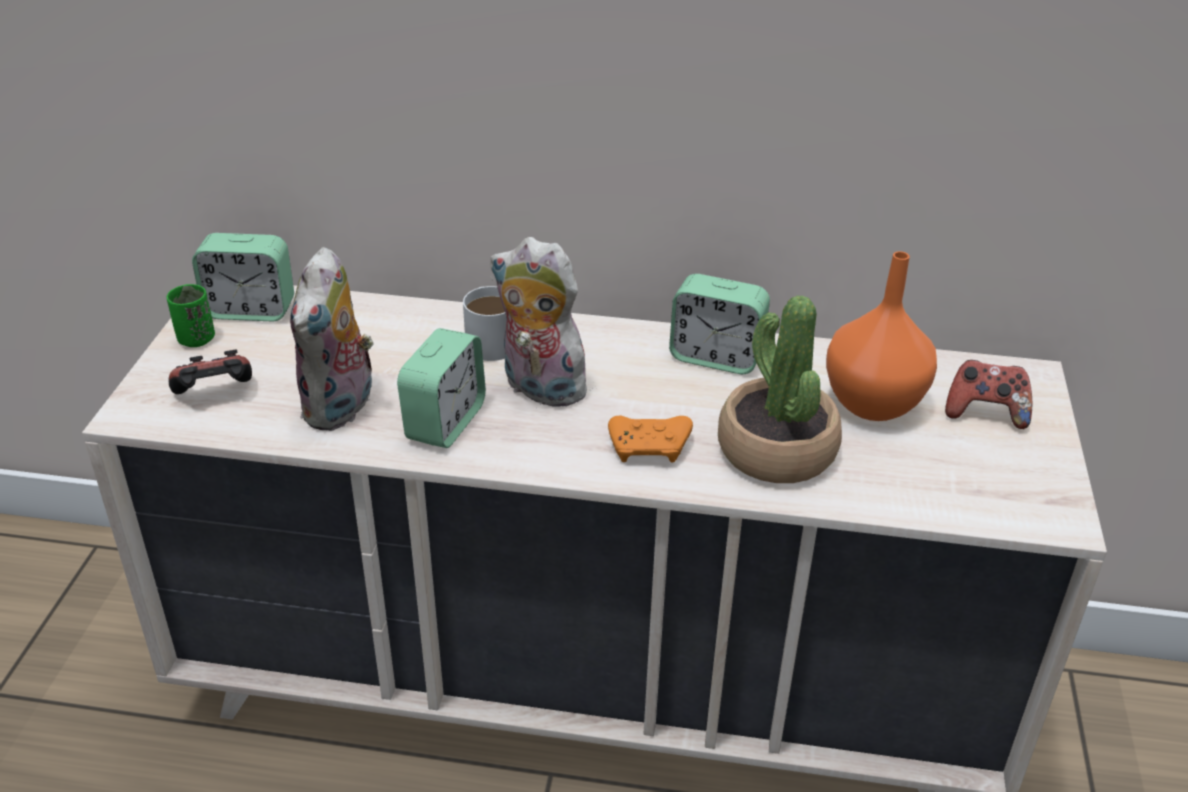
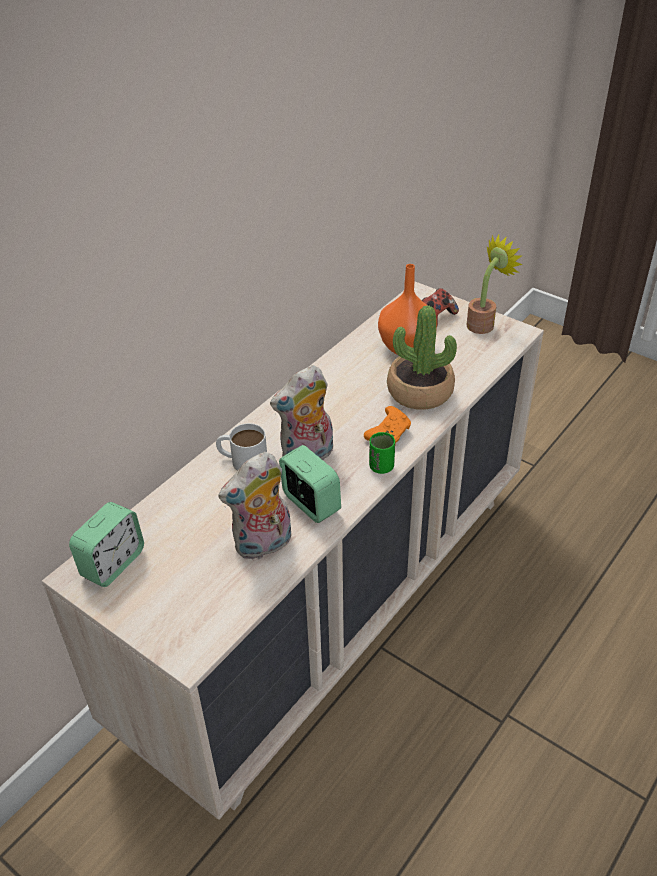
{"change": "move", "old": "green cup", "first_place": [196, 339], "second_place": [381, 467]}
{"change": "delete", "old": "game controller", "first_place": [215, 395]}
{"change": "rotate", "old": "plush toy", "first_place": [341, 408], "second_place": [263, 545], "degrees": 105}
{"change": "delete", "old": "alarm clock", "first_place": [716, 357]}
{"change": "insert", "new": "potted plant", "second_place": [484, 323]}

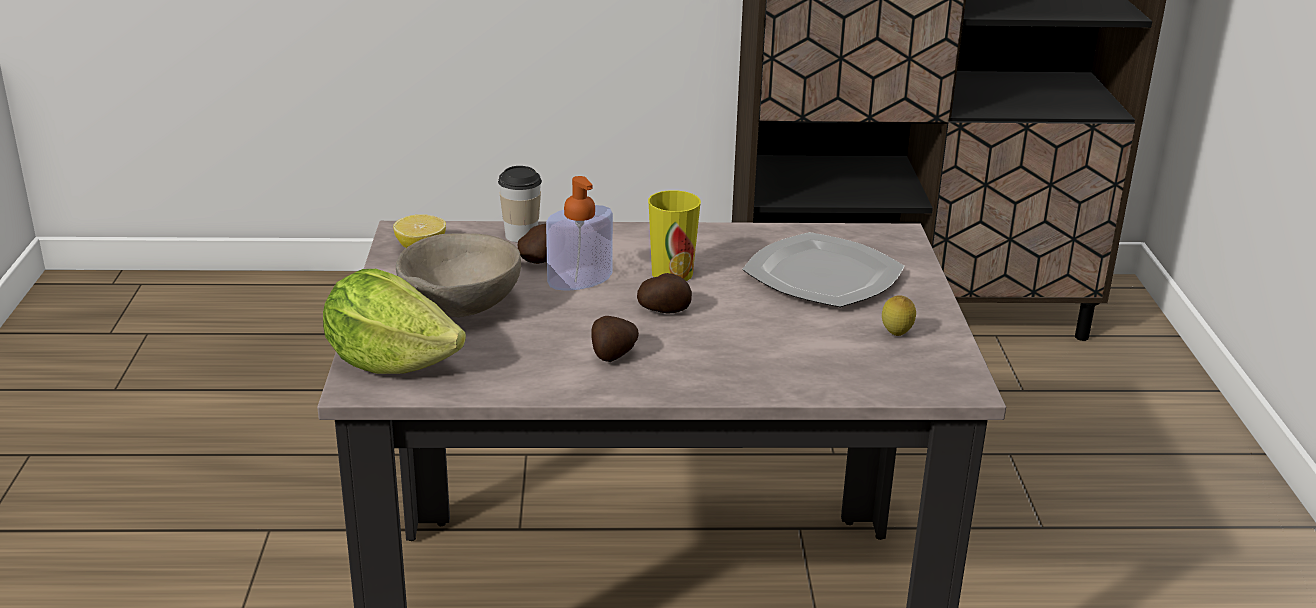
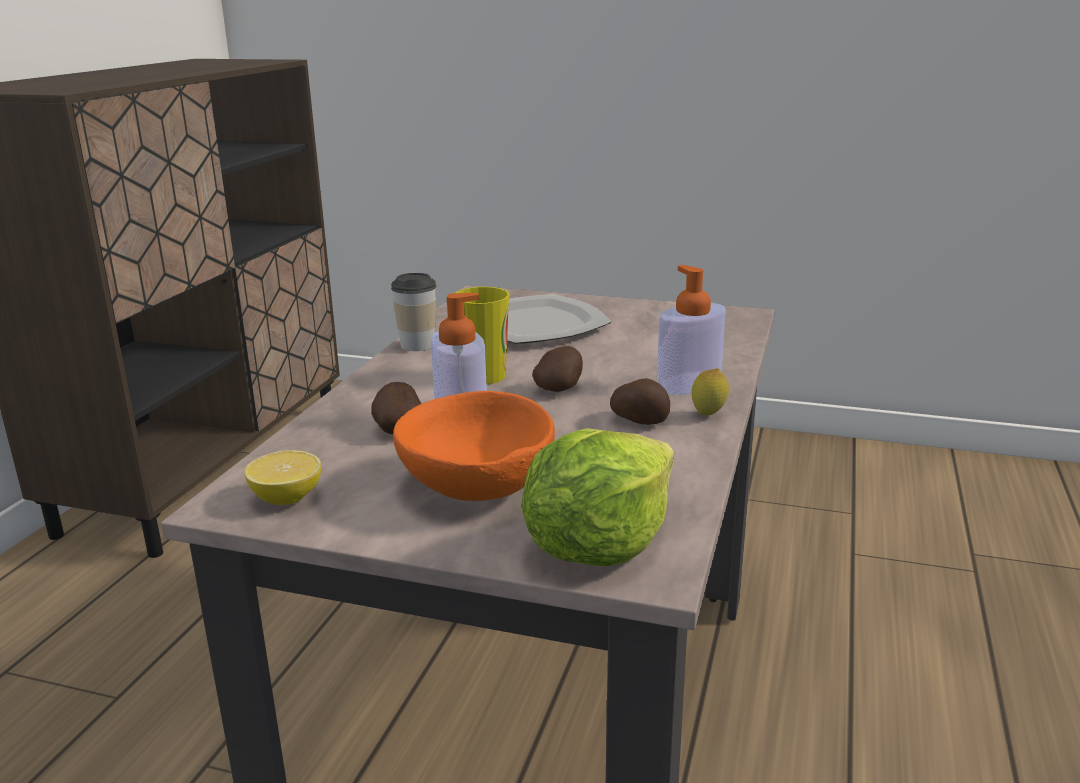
{"change": "recolor", "old": "beige bowl", "new": "orange bowl", "first_place": [461, 305], "second_place": [475, 487]}
{"change": "move", "old": "cup", "first_place": [521, 235], "second_place": [417, 345]}
{"change": "move", "old": "lemon", "first_place": [896, 335], "second_place": [708, 415]}
{"change": "insert", "new": "soap dispenser", "second_place": [689, 384]}

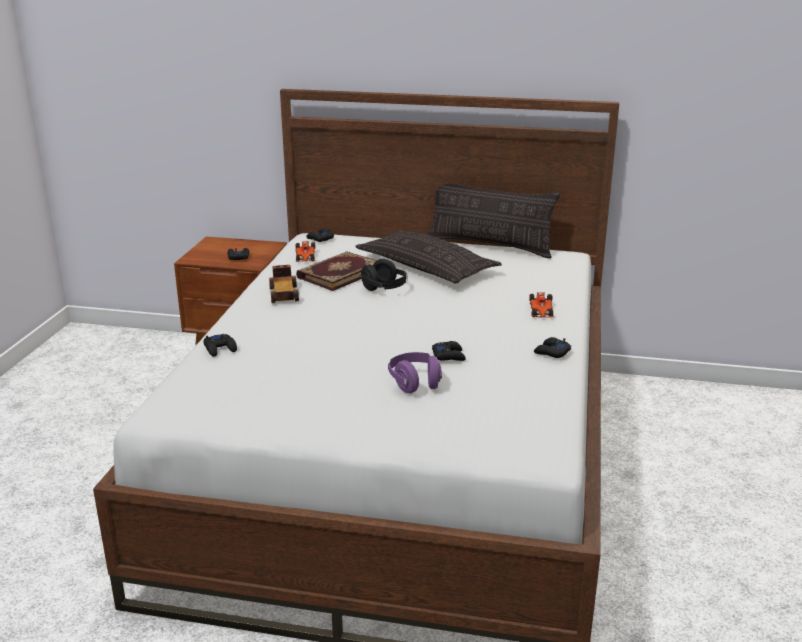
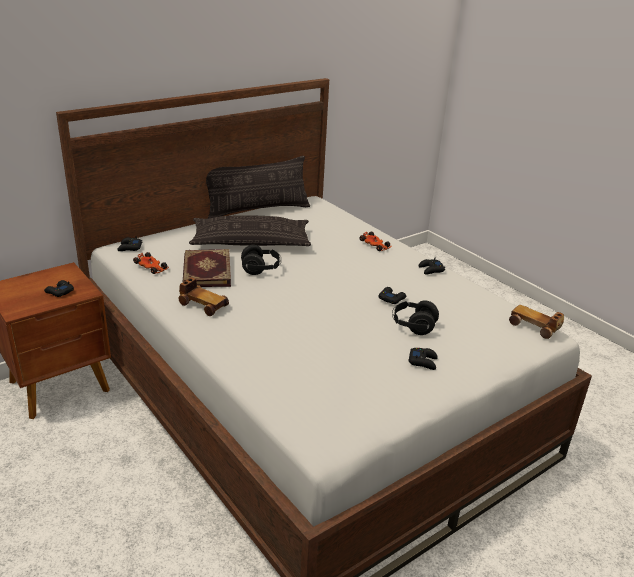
{"change": "move", "old": "black game controller", "first_place": [220, 349], "second_place": [423, 361]}
{"change": "recolor", "old": "purple headphones", "new": "black headphones", "first_place": [415, 383], "second_place": [413, 326]}
{"change": "insert", "new": "toy car", "second_place": [535, 327]}

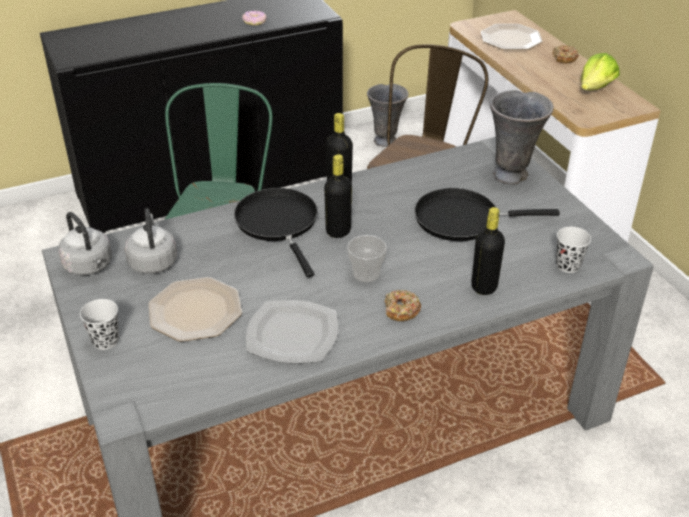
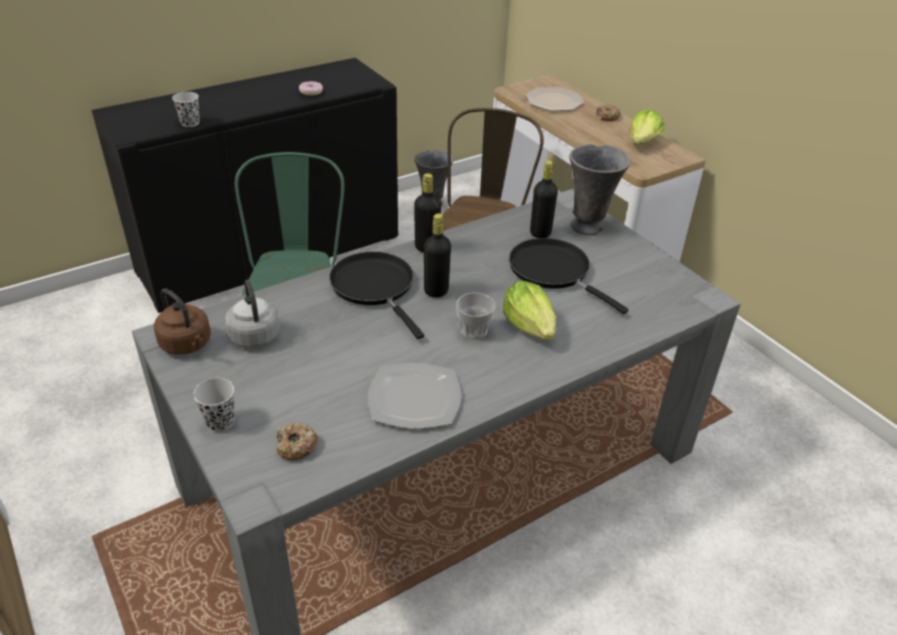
{"change": "recolor", "old": "grey kettle", "new": "brown kettle", "first_place": [89, 266], "second_place": [187, 344]}
{"change": "delete", "old": "plate", "first_place": [195, 311]}
{"change": "move", "old": "donut", "first_place": [401, 310], "second_place": [296, 446]}
{"change": "rotate", "old": "black frying pan", "first_place": [462, 219], "second_place": [553, 271], "degrees": 60}
{"change": "move", "old": "black bottle", "first_place": [484, 287], "second_place": [540, 233]}
{"change": "move", "old": "black cup", "first_place": [568, 265], "second_place": [190, 123]}
{"change": "insert", "new": "lettuce", "second_place": [530, 326]}

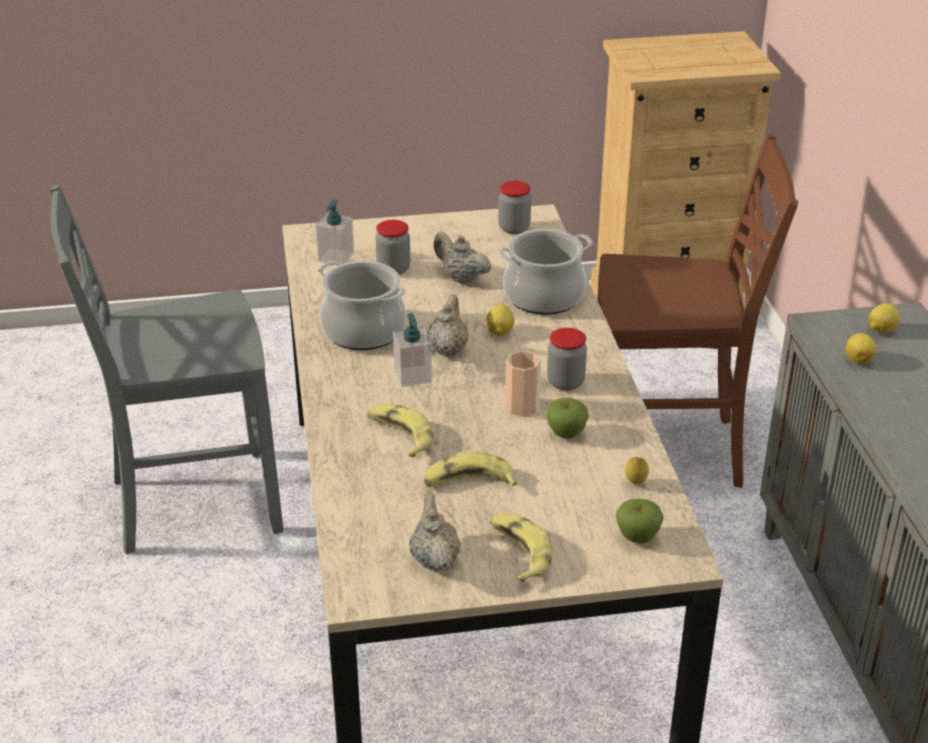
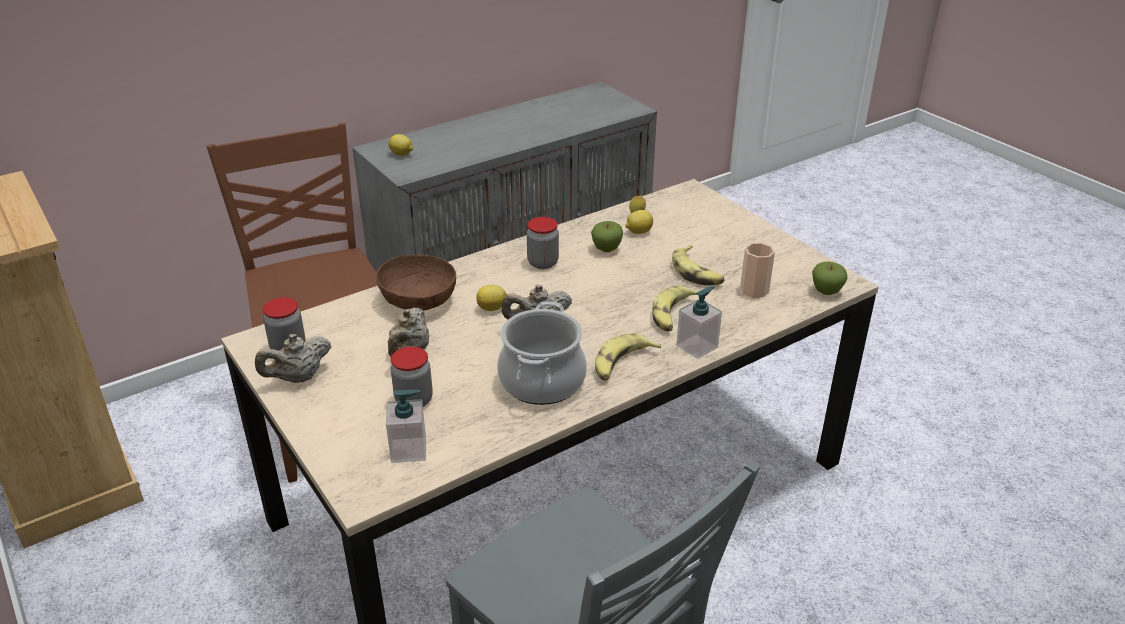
{"change": "move", "old": "soap dispenser", "first_place": [413, 376], "second_place": [697, 346]}
{"change": "move", "old": "beige teapot", "first_place": [434, 559], "second_place": [298, 378]}
{"change": "move", "old": "banana", "first_place": [519, 553], "second_place": [622, 364]}
{"change": "replace", "old": "cooking pot", "new": "brown bowl", "first_place": [543, 297], "second_place": [419, 300]}
{"change": "move", "old": "cup", "first_place": [522, 406], "second_place": [754, 290]}
{"change": "move", "old": "apple", "first_place": [637, 537], "second_place": [826, 291]}
{"change": "move", "old": "lemon", "first_place": [858, 360], "second_place": [638, 232]}

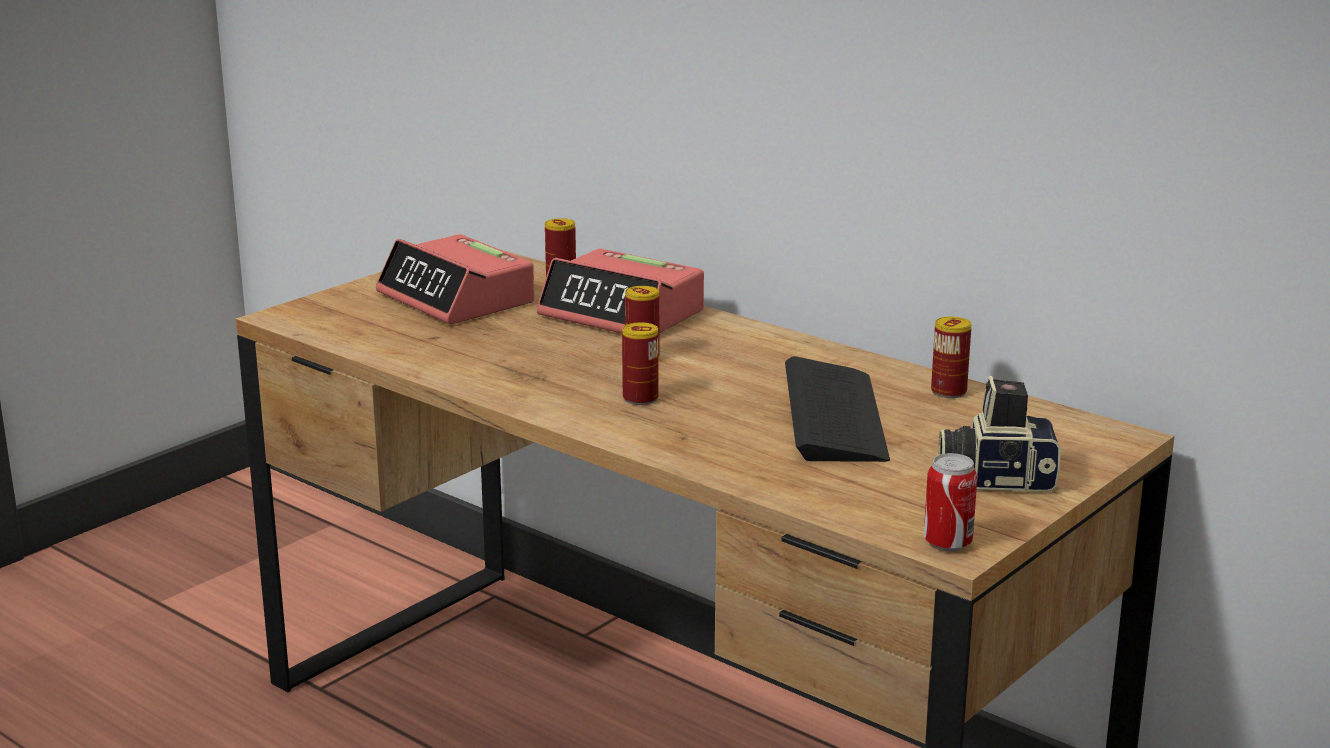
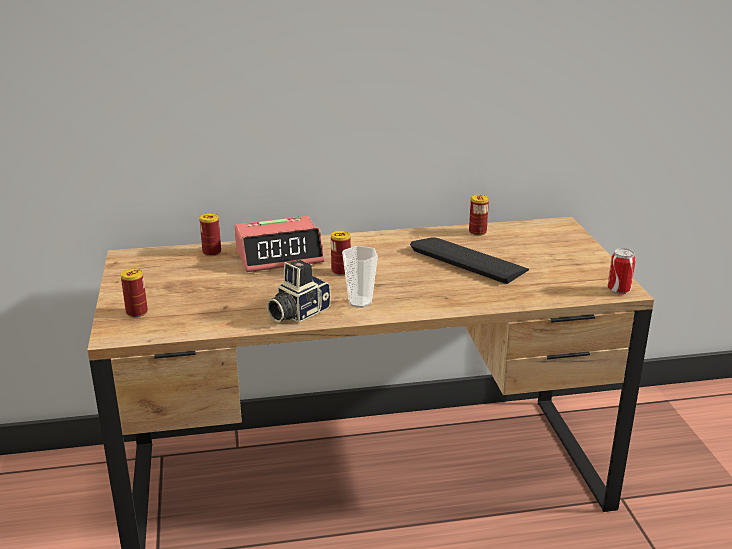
{"change": "delete", "old": "alarm clock", "first_place": [456, 299]}
{"change": "move", "old": "can", "first_place": [640, 398], "second_place": [137, 312]}
{"change": "move", "old": "photo camera", "first_place": [996, 478], "second_place": [297, 312]}
{"change": "insert", "new": "cup", "second_place": [360, 302]}

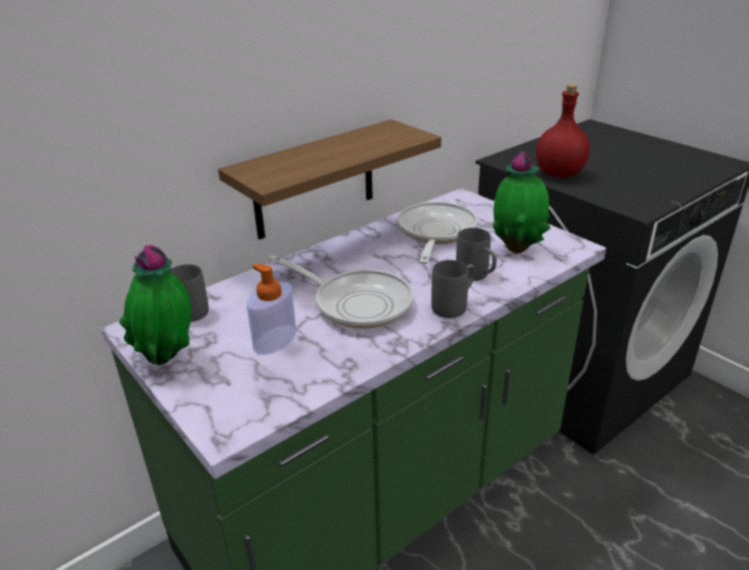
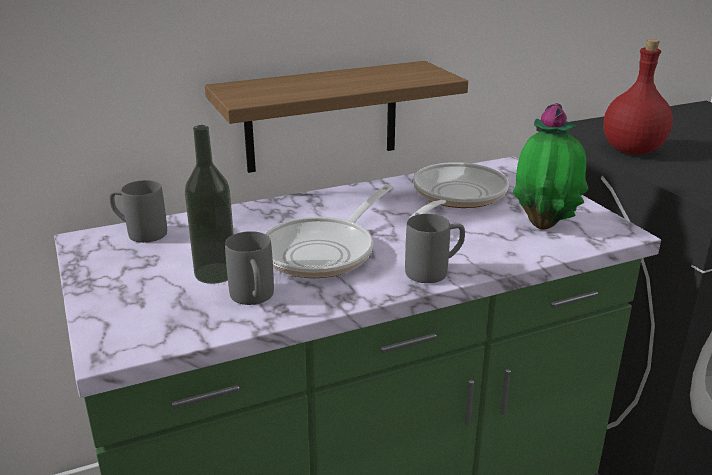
{"change": "delete", "old": "potted plant", "first_place": [169, 360]}
{"change": "replace", "old": "soap dispenser", "new": "bottle", "first_place": [275, 340], "second_place": [215, 273]}
{"change": "rotate", "old": "frying pan", "first_place": [356, 303], "second_place": [324, 251], "degrees": 75}
{"change": "move", "old": "grey mug", "first_place": [476, 276], "second_place": [254, 299]}

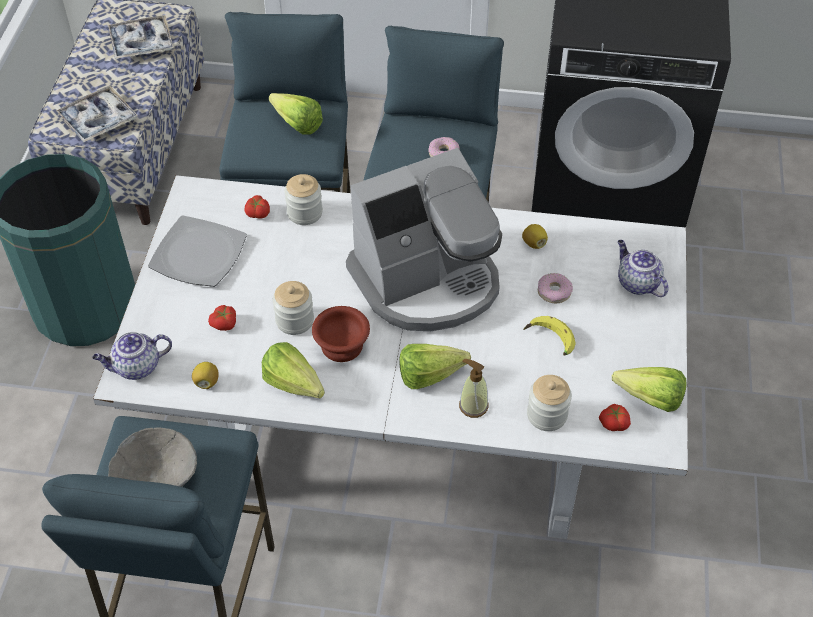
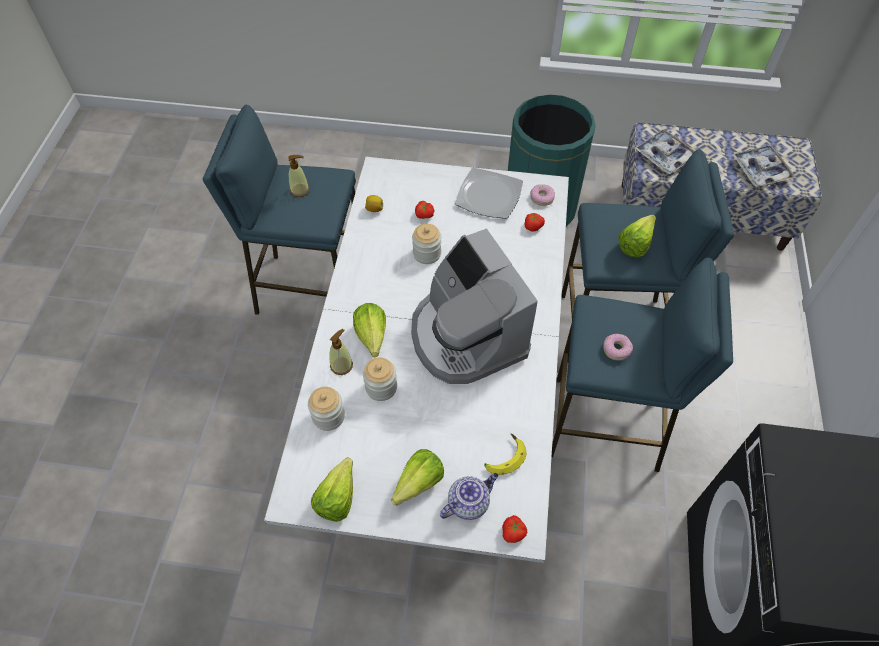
{"change": "delete", "old": "teapot", "first_place": [136, 367]}
{"change": "replace", "old": "grey bowl", "new": "soap dispenser", "first_place": [156, 478], "second_place": [300, 190]}
{"change": "move", "old": "lettuce", "first_place": [296, 388], "second_place": [414, 486]}
{"change": "move", "old": "jar", "first_place": [305, 213], "second_place": [381, 387]}
{"change": "delete", "old": "brown bowl", "first_place": [340, 346]}
{"change": "delete", "old": "lemon", "first_place": [534, 243]}
{"change": "move", "old": "banana", "first_place": [549, 340], "second_place": [503, 457]}
{"change": "move", "old": "donut", "first_place": [554, 292], "second_place": [542, 198]}
{"change": "move", "old": "tomato", "first_place": [614, 422], "second_place": [513, 532]}

